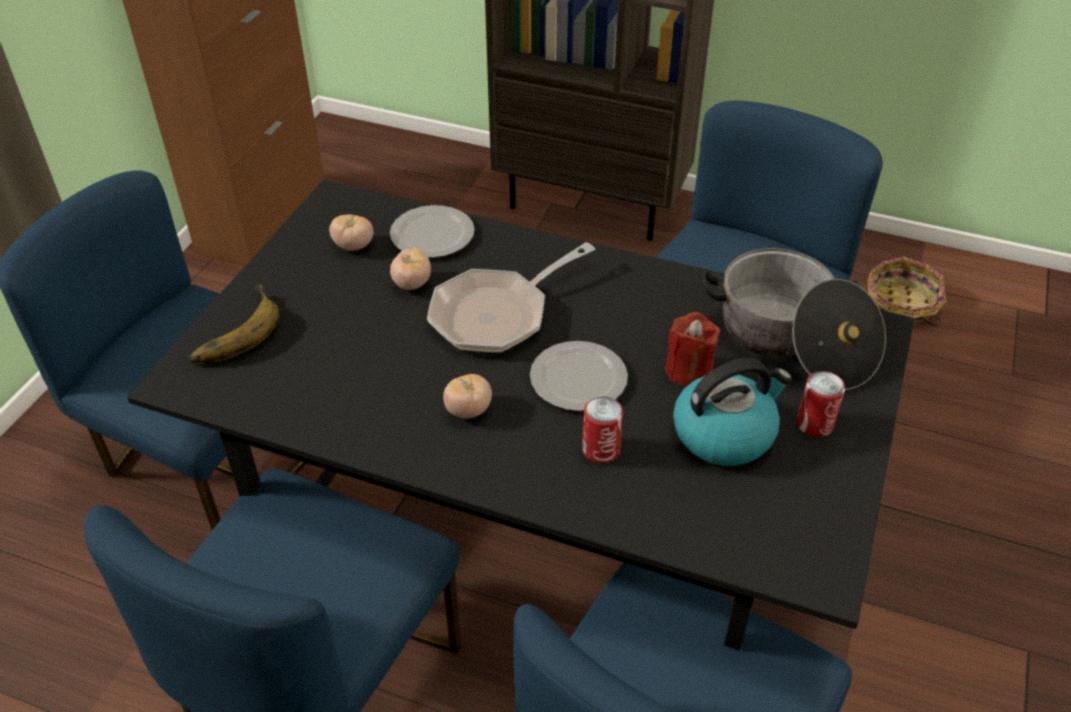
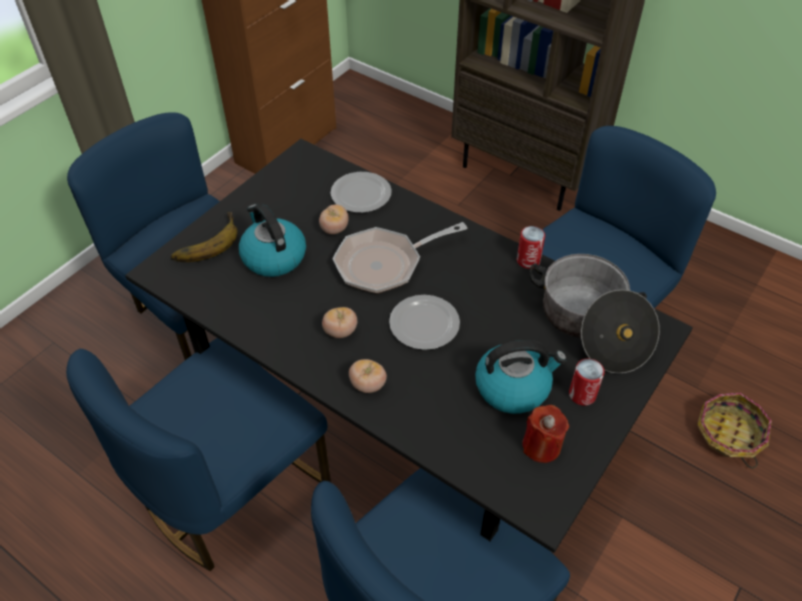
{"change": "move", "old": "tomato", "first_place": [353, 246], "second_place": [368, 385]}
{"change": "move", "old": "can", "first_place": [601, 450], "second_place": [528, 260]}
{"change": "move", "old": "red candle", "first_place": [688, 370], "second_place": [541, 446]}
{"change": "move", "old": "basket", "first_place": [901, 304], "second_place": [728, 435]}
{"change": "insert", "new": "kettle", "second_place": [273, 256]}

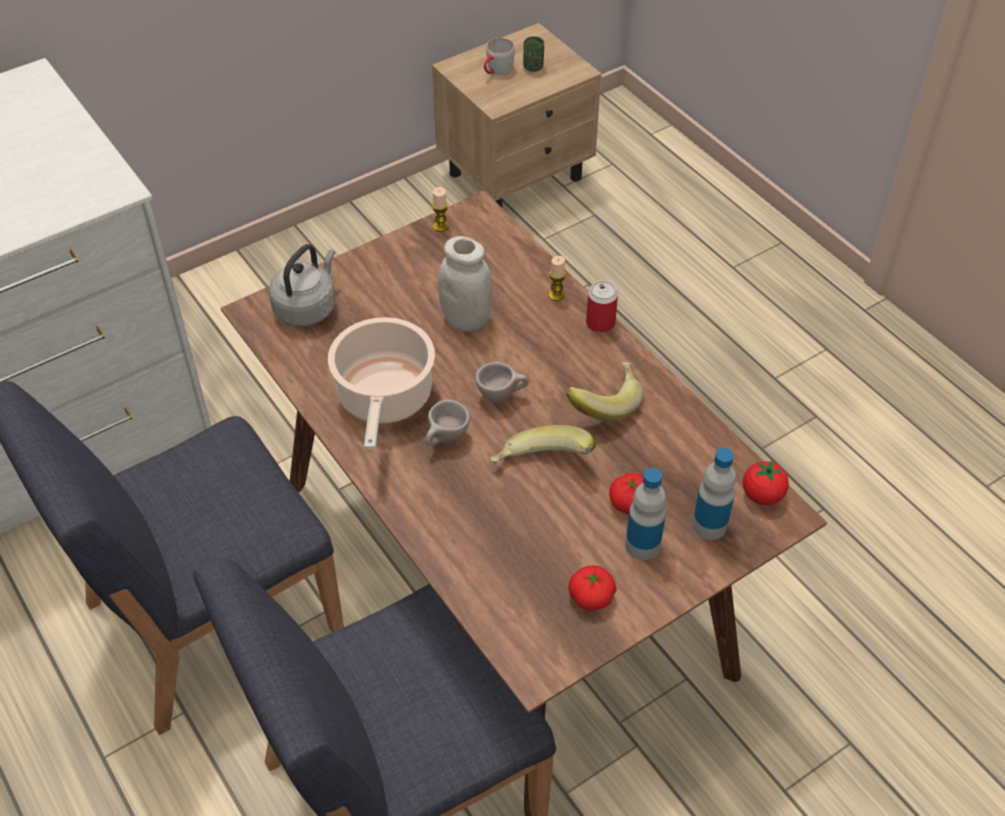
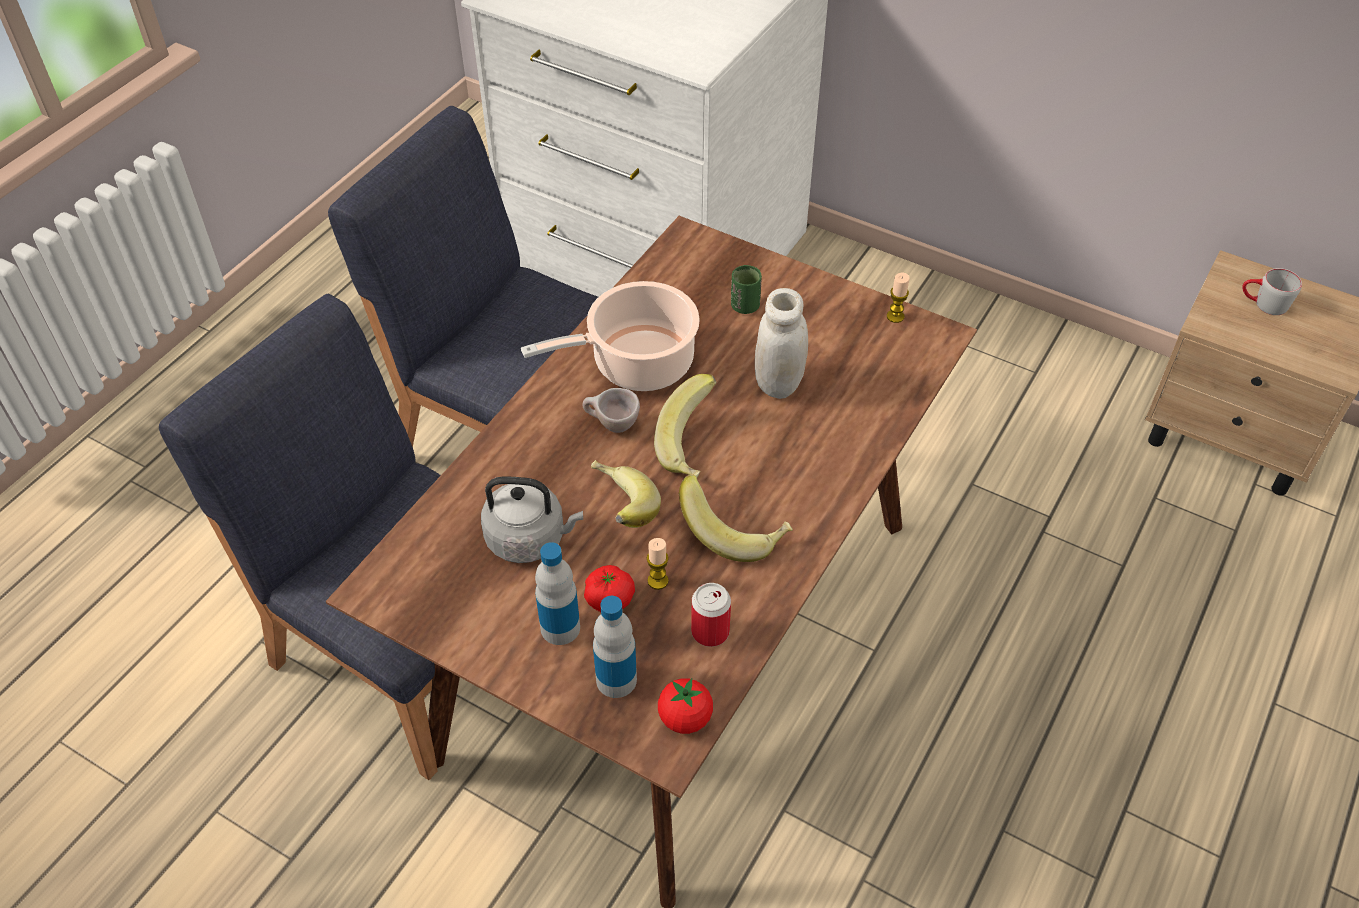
{"change": "move", "old": "grey kettle", "first_place": [307, 307], "second_place": [530, 539]}
{"change": "replace", "old": "beige cup", "new": "banana", "first_place": [502, 396], "second_place": [693, 447]}
{"change": "move", "old": "green cup", "first_place": [533, 67], "second_place": [745, 306]}
{"change": "move", "old": "candle", "first_place": [556, 295], "second_place": [658, 581]}
{"change": "delete", "old": "tomato", "first_place": [591, 597]}
{"change": "move", "old": "can", "first_place": [600, 323], "second_place": [710, 631]}

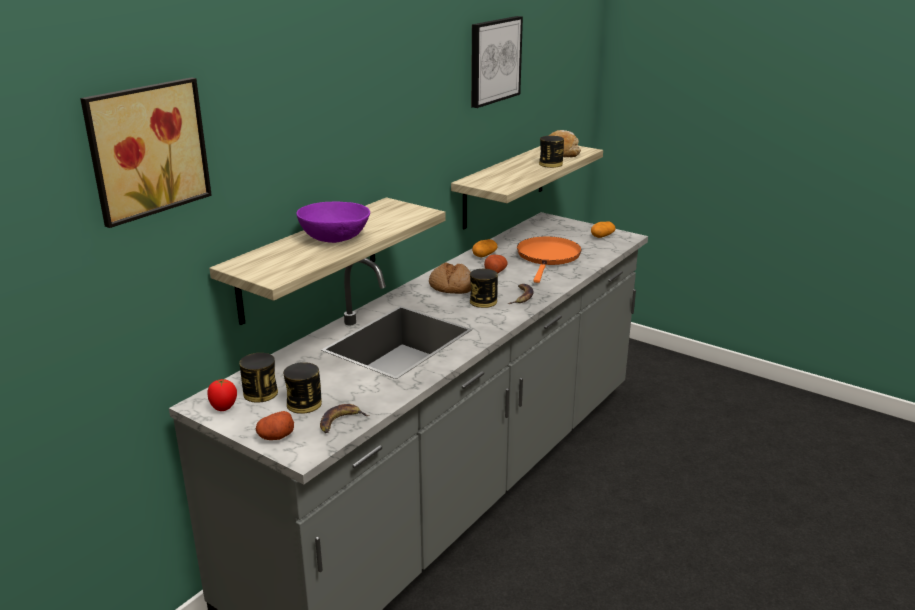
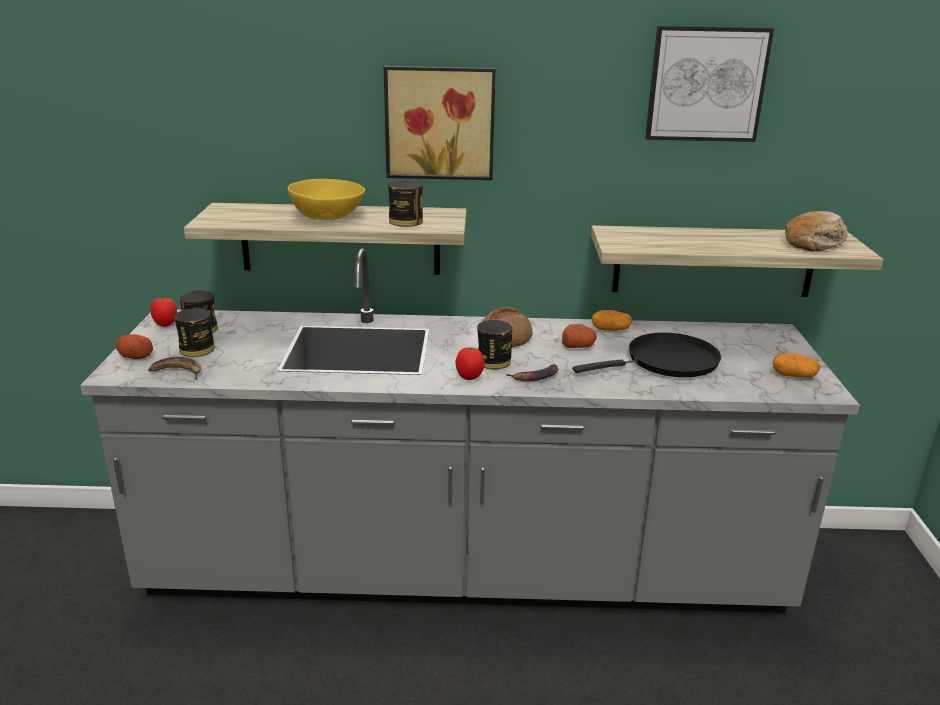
{"change": "move", "old": "picture", "first_place": [145, 149], "second_place": [440, 122]}
{"change": "recolor", "old": "purple bowl", "new": "yellow bowl", "first_place": [334, 237], "second_place": [328, 216]}
{"change": "recolor", "old": "orange frying pan", "new": "black frying pan", "first_place": [548, 257], "second_place": [666, 362]}
{"change": "move", "old": "can", "first_place": [550, 164], "second_place": [406, 221]}
{"change": "insert", "new": "tomato", "second_place": [469, 378]}

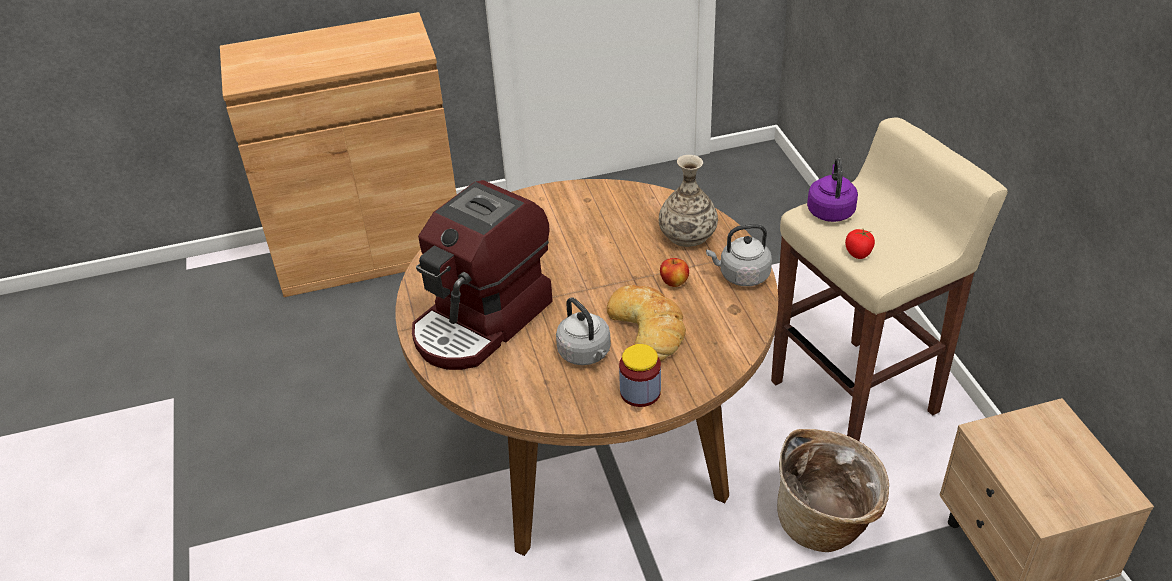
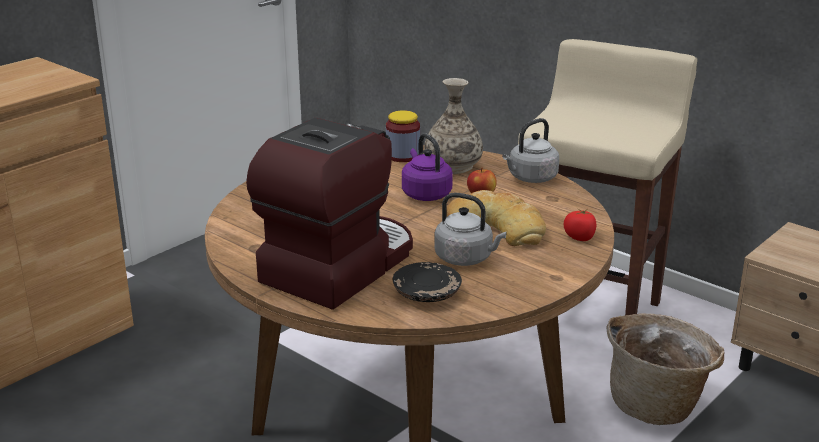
{"change": "rotate", "old": "coffee machine", "first_place": [483, 321], "second_place": [338, 266], "degrees": -150}
{"change": "move", "old": "jar", "first_place": [640, 392], "second_place": [403, 156]}
{"change": "move", "old": "purple kettle", "first_place": [830, 210], "second_place": [425, 194]}
{"change": "move", "old": "tomato", "first_place": [858, 253], "second_place": [579, 237]}
{"change": "insert", "new": "black plate", "second_place": [427, 293]}

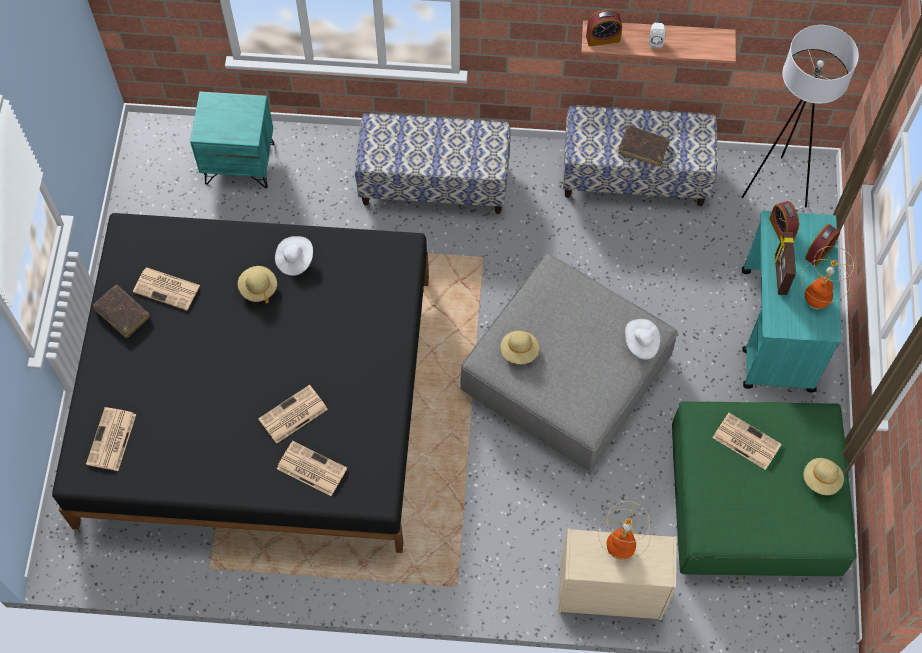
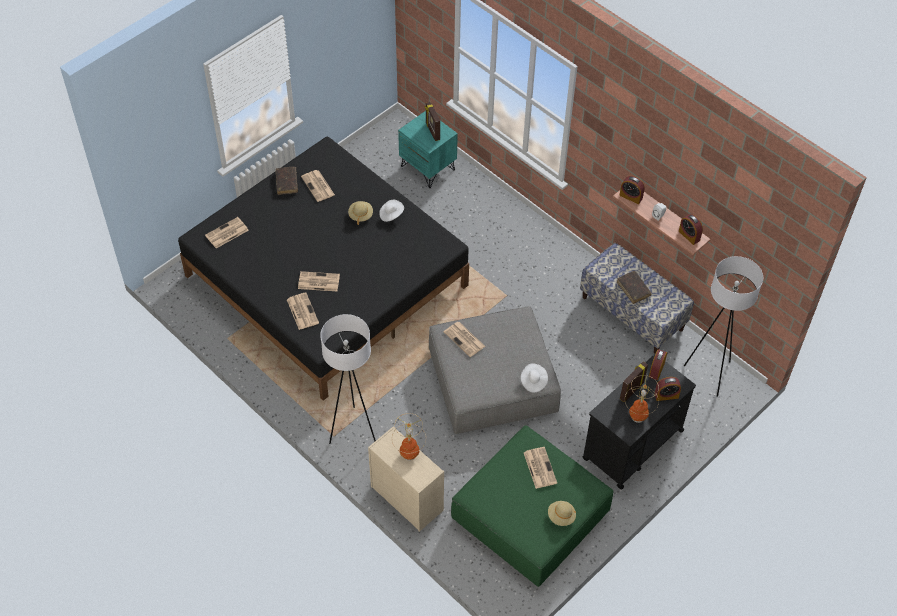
{"change": "delete", "old": "bench", "first_place": [434, 183]}
{"change": "replace", "old": "beige hat", "new": "newspaper", "first_place": [519, 351], "second_place": [465, 339]}
{"change": "recolor", "old": "turquoise cart", "new": "black cart", "first_place": [777, 331], "second_place": [632, 445]}
{"change": "insert", "new": "white floor lamp", "second_place": [353, 430]}
{"change": "insert", "new": "picture frame", "second_place": [432, 131]}
{"change": "insert", "new": "alarm clock", "second_place": [689, 235]}

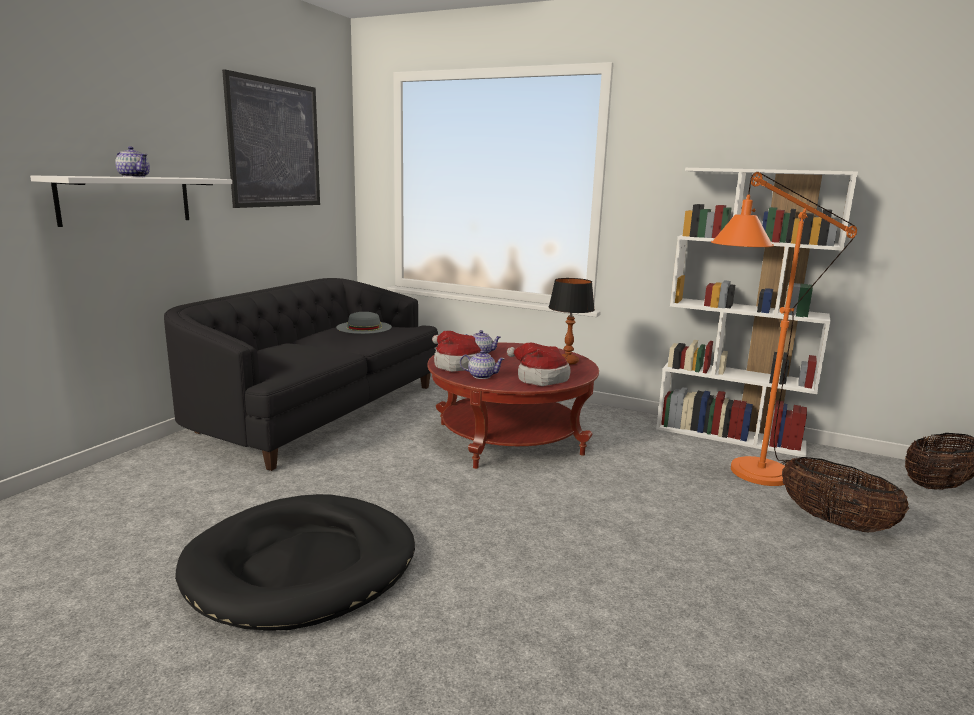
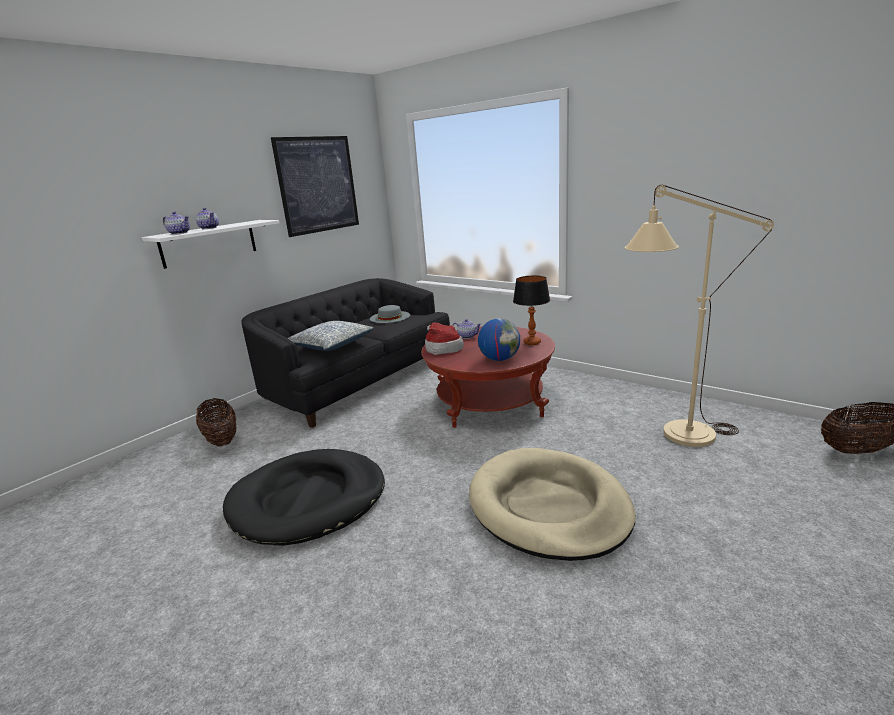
{"change": "move", "old": "teapot", "first_place": [481, 376], "second_place": [179, 233]}
{"change": "replace", "old": "hat", "new": "globe", "first_place": [539, 378], "second_place": [499, 359]}
{"change": "delete", "old": "white bookcase", "first_place": [730, 436]}
{"change": "recolor", "old": "orange floor lamp", "new": "beige floor lamp", "first_place": [747, 475], "second_place": [675, 436]}
{"change": "move", "old": "basket", "first_place": [835, 522], "second_place": [221, 440]}
{"change": "insert", "new": "pillow", "second_place": [331, 345]}
{"change": "insert", "new": "beige dog bed", "second_place": [548, 507]}

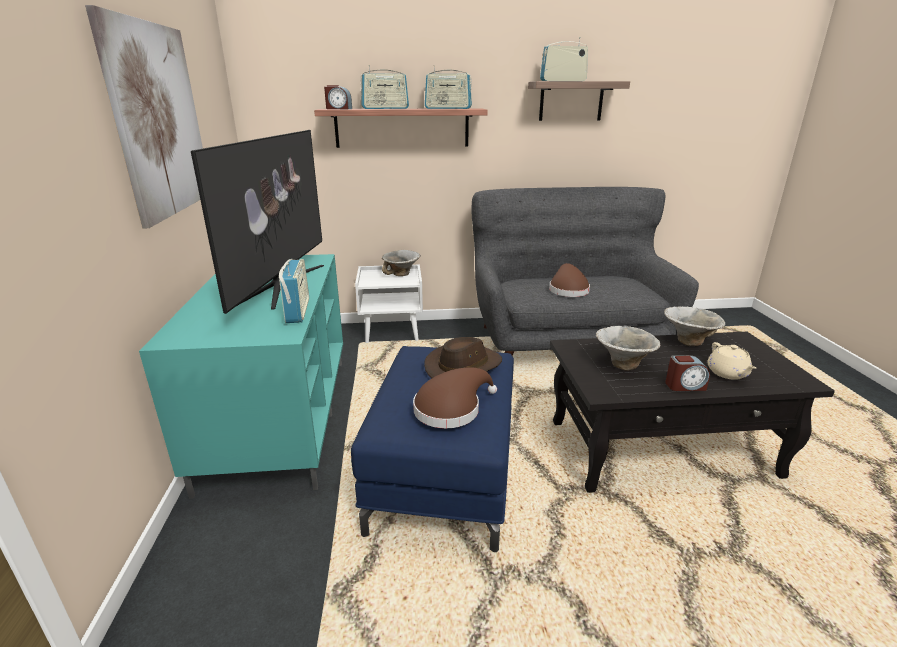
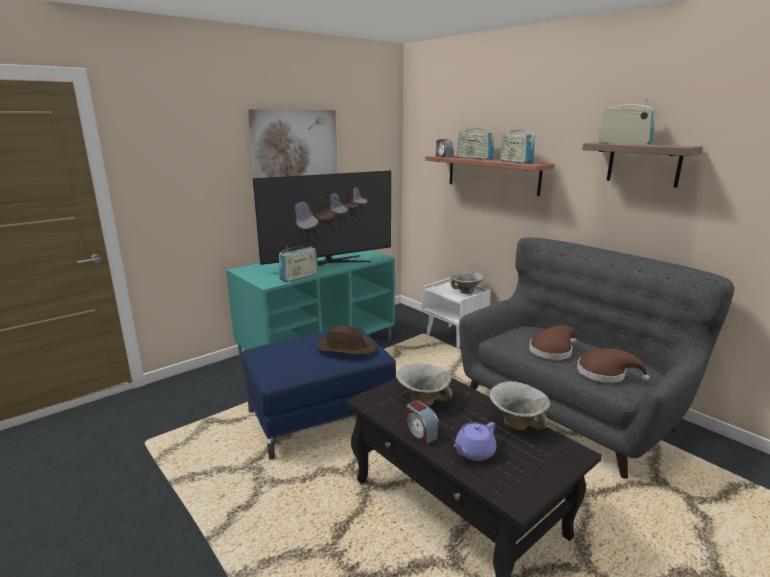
{"change": "move", "old": "brown hat", "first_place": [451, 408], "second_place": [605, 374]}
{"change": "recolor", "old": "beige teapot", "new": "purple teapot", "first_place": [728, 373], "second_place": [474, 452]}

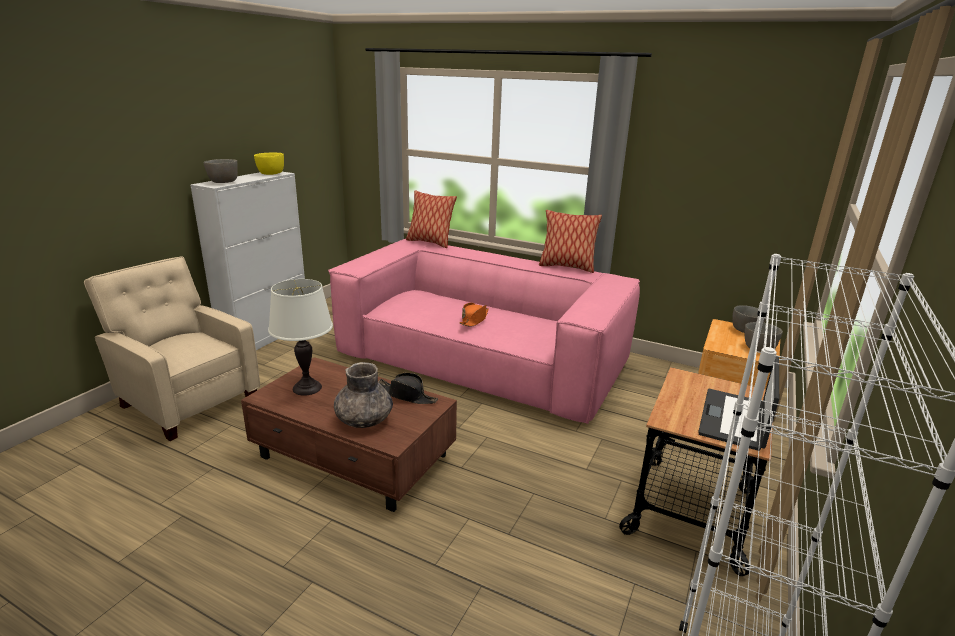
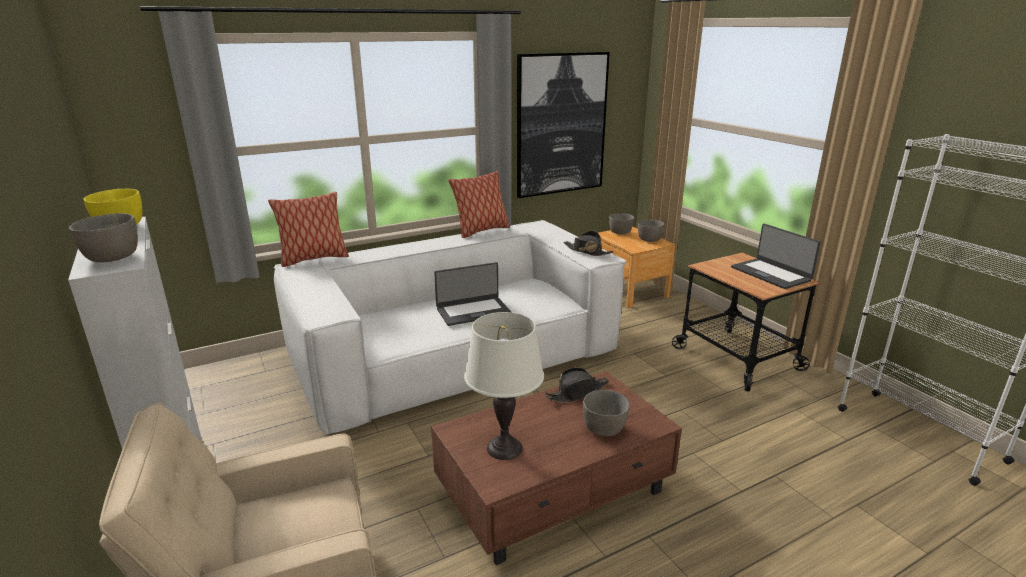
{"change": "recolor", "old": "pink sofa", "new": "white sofa", "first_place": [482, 359], "second_place": [455, 356]}
{"change": "replace", "old": "grey vase", "new": "grey bowl", "first_place": [364, 420], "second_place": [604, 429]}
{"change": "replace", "old": "orange hat", "new": "laptop", "first_place": [474, 319], "second_place": [473, 311]}
{"change": "insert", "new": "picture", "second_place": [561, 125]}
{"change": "insert", "new": "black hat", "second_place": [587, 251]}

